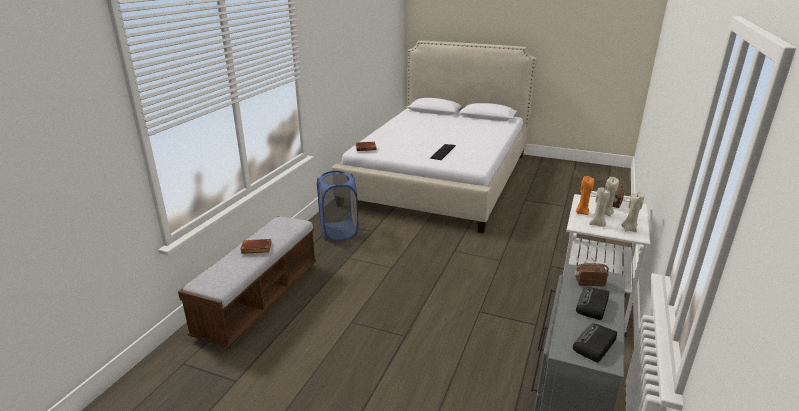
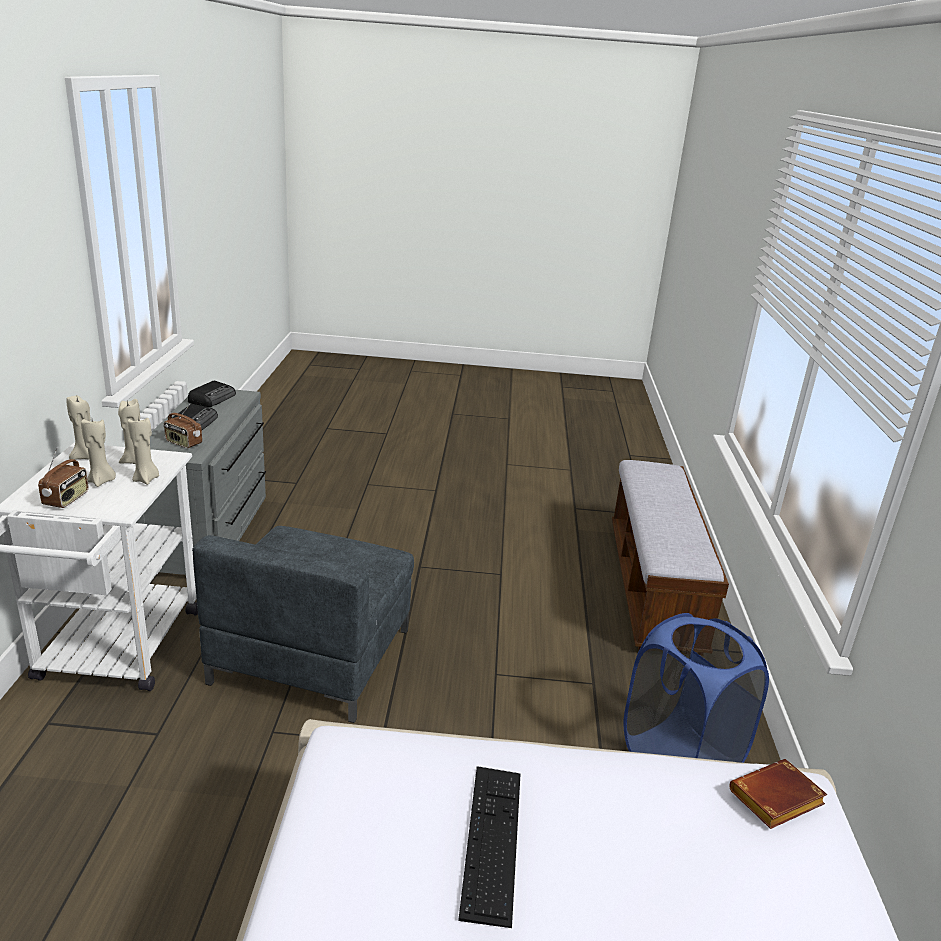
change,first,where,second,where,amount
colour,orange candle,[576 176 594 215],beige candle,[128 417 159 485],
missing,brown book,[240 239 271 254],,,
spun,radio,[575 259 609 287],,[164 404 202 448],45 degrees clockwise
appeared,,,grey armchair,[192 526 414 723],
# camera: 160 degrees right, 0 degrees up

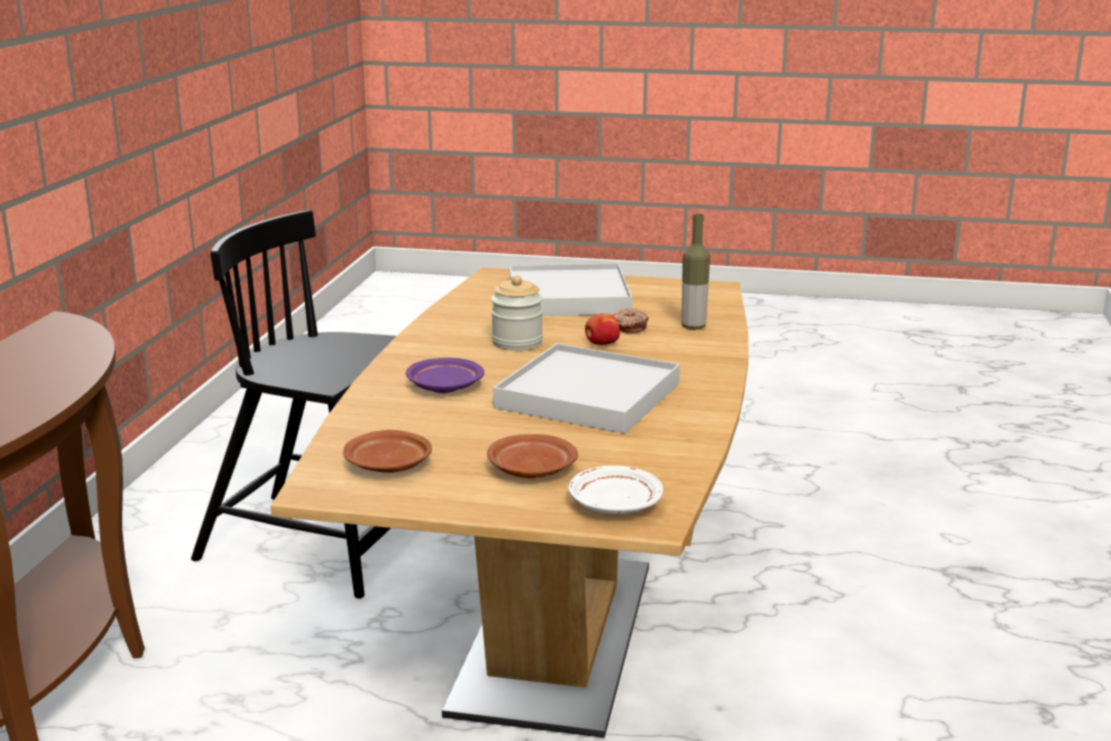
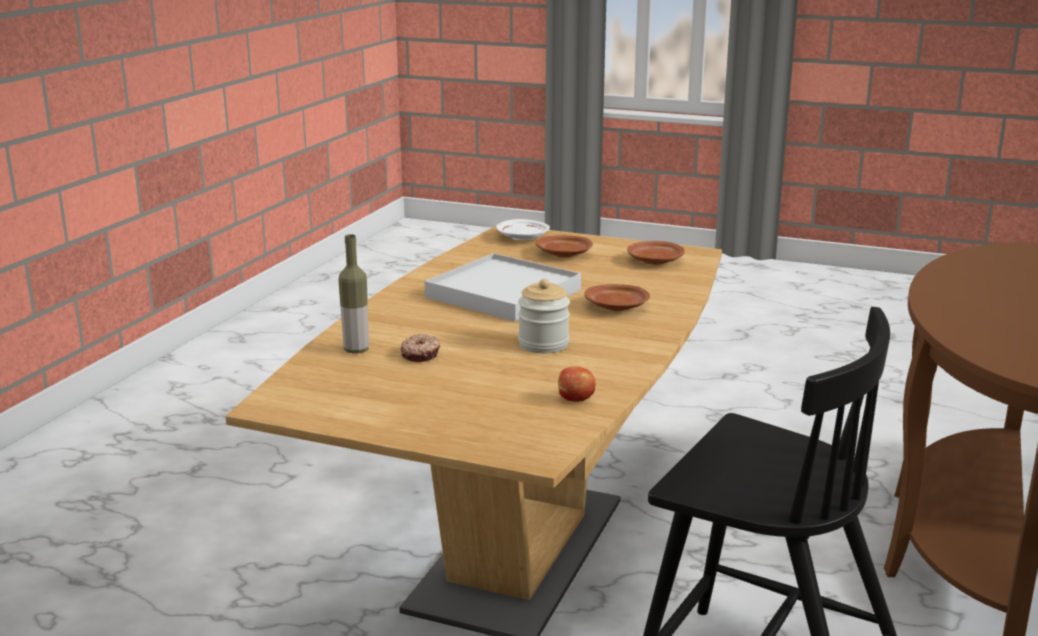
change,first,where,second,where,amount
missing,white tray,[510 263 632 316],,,
relocated,apple,[585 313 620 345],,[558 366 595 402],
colour,purple plate,[406 358 484 393],brown plate,[584 284 650 311],
# camera: 170 degrees left, 0 degrees up

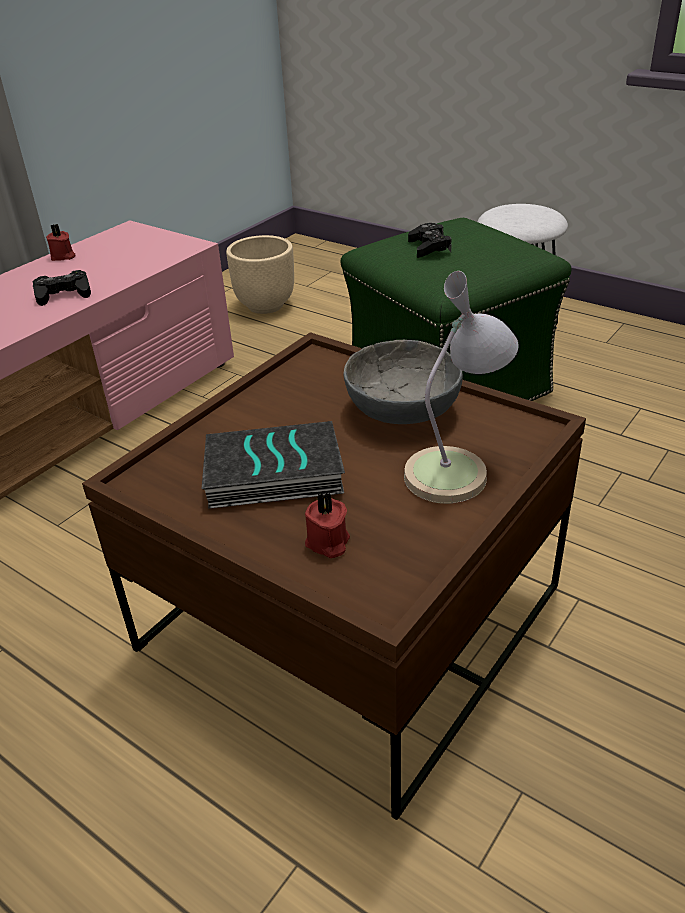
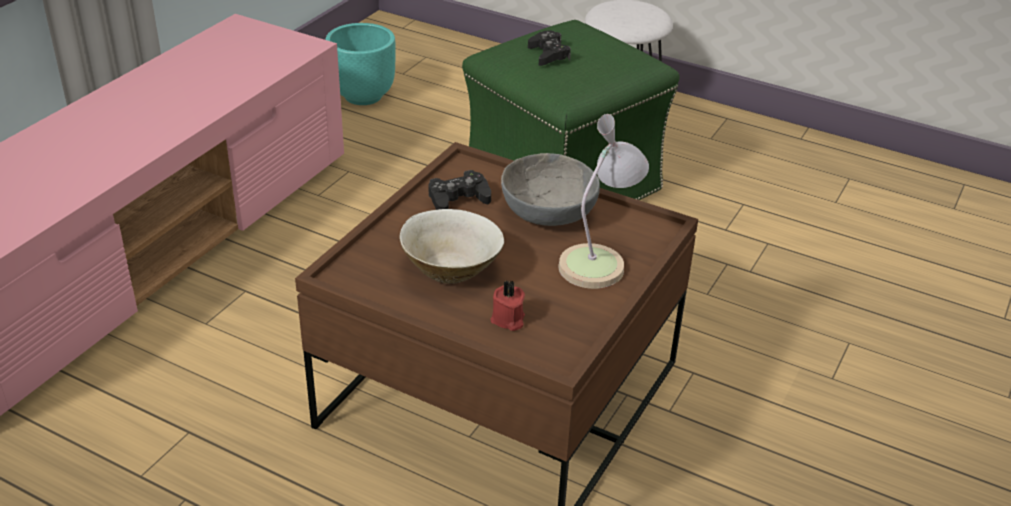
change,first,where,second,where,amount
missing,red candle,[46 224 75 261],,,
colour,beige planter,[226 235 294 314],turquoise planter,[326 23 396 105],
relocated,black game controller,[33 270 91 306],,[428 170 491 210],
exchanged,book,[202 421 345 509],beige bowl,[399 209 504 284],
# camera: 10 degrees left, 0 degrees up

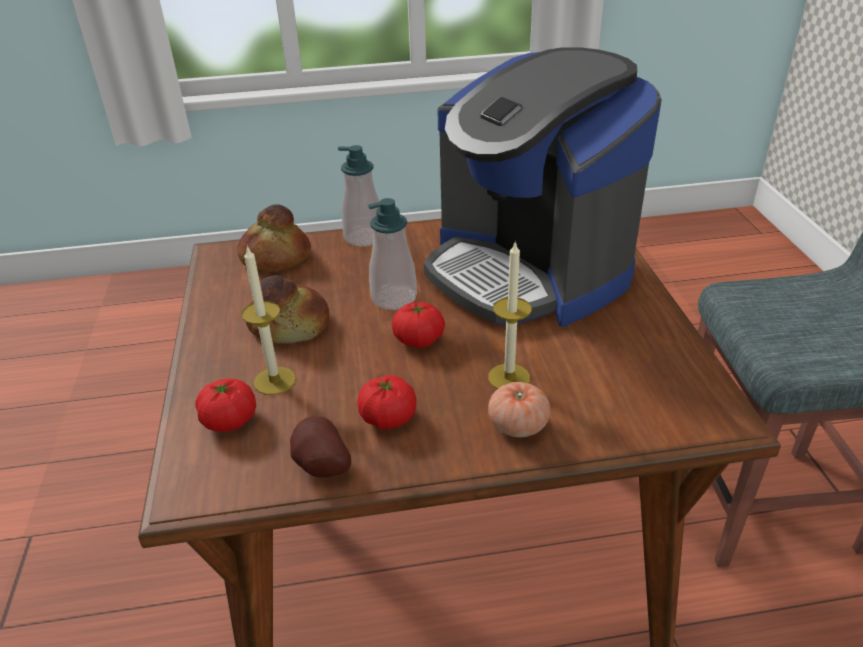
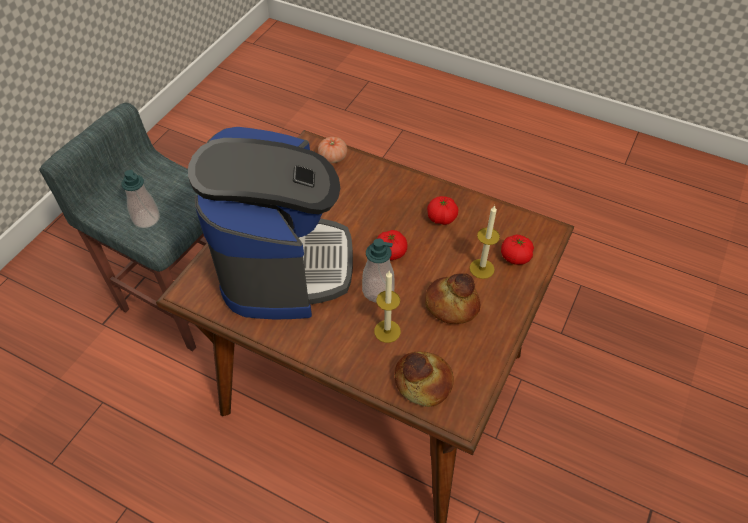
change,first,where,second,where,amount
relocated,soap dispenser,[338 145 380 247],,[122 170 160 228],
relocated,candle,[488 241 531 389],,[374 271 401 343],
relocated,tomato,[488 382 550 437],,[318 137 347 163],
missing,potato,[290 416 351 478],,,
# camera: 145 degrees left, 15 degrees up

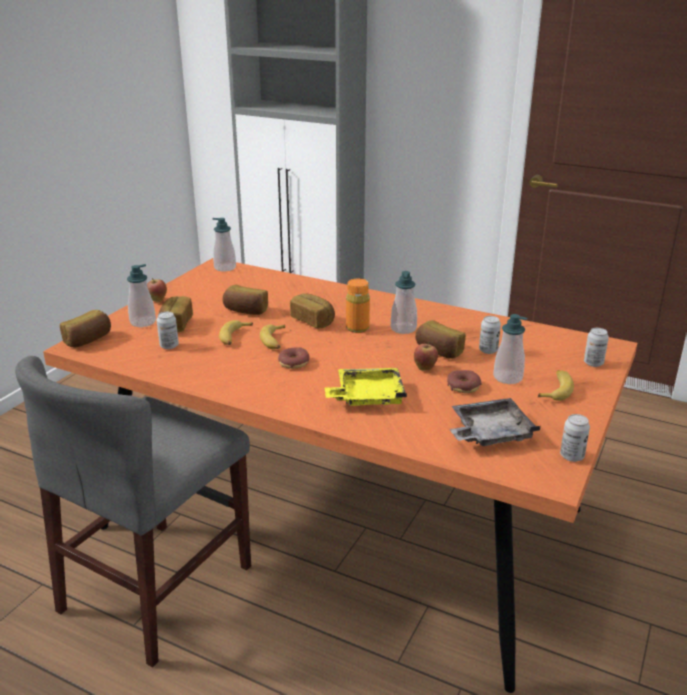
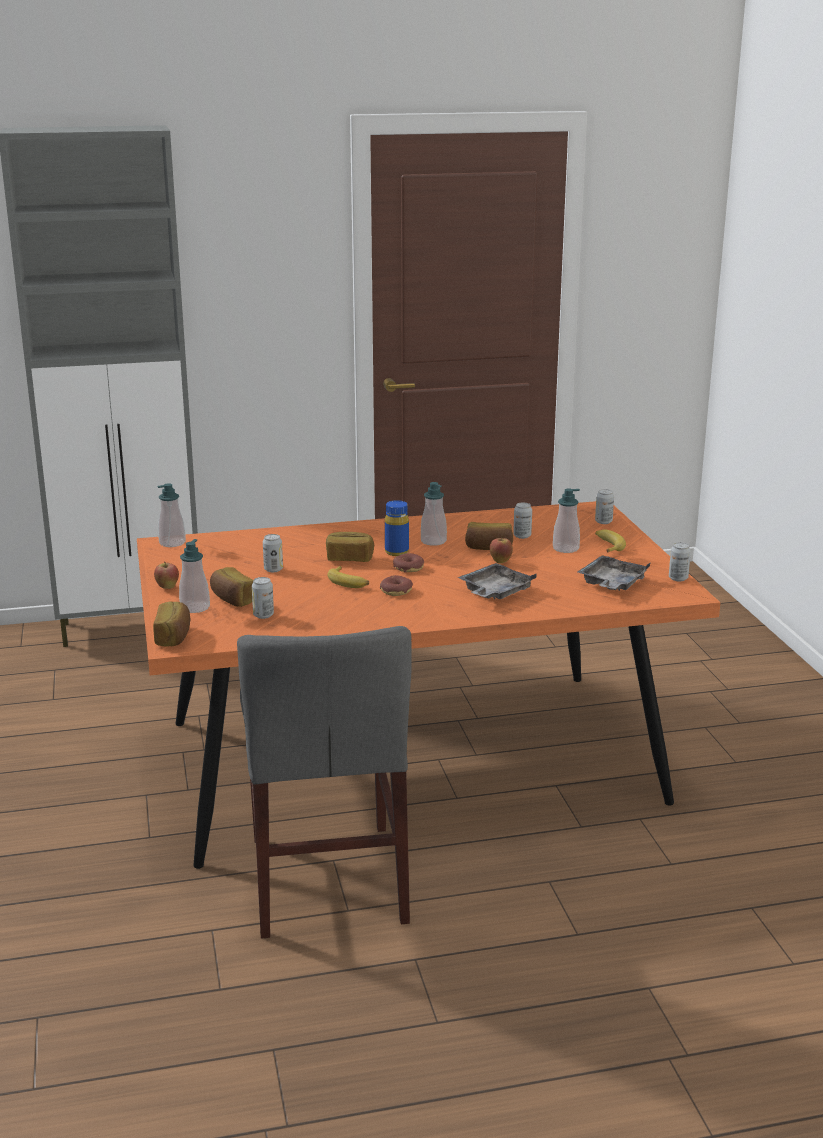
change,first,where,second,where,amount
colour,orange bottle,[346 278 370 333],blue bottle,[385 500 409 556],
exchanged,bread,[222 285 268 315],can,[263 534 283 572],
missing,banana,[219 320 253 345],,,
colour,yellow tray,[325 368 407 406],grey tray,[458 563 537 599],
relocated,donut,[447 370 482 393],,[393 553 424 573],
# camera: 40 degrees left, 5 degrees down

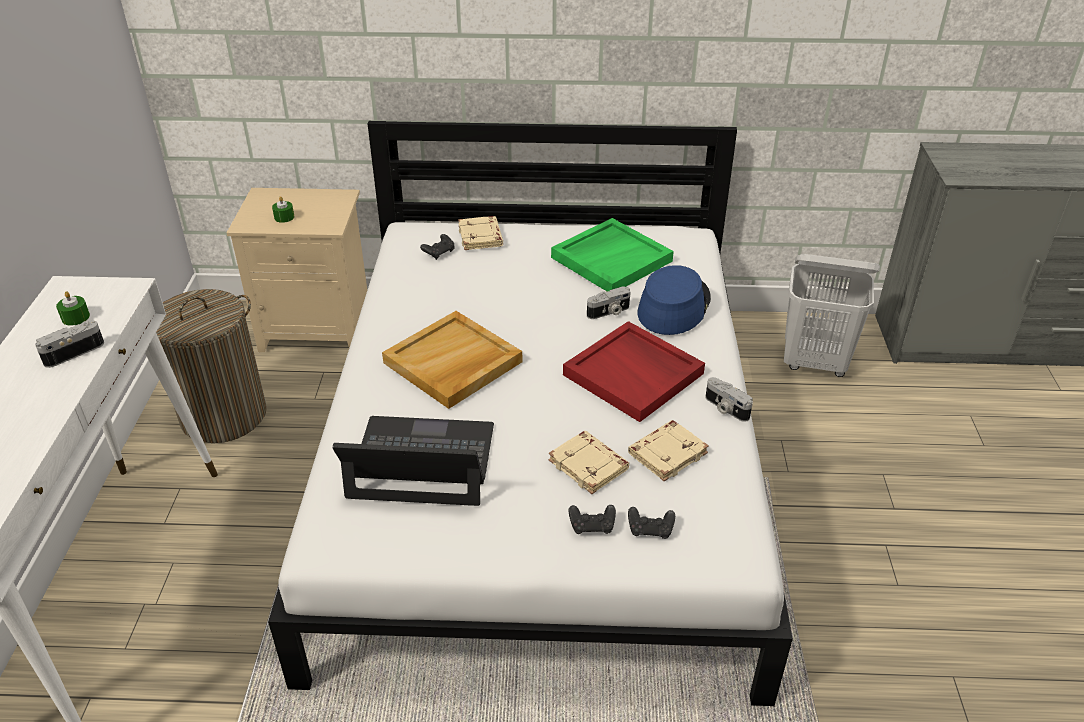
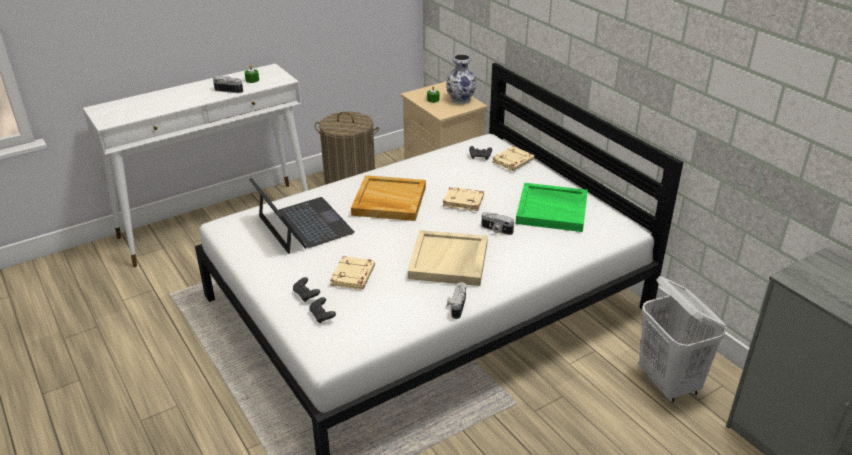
change,first,where,second,where,amount
missing,blue hat,[637 265 711 335],,,
colour,red tray,[563 321 705 422],beige tray,[407 230 488 286],
relocated,beige book,[628 420 709 481],,[443 187 484 211],
appeared,,,vase,[446 54 476 104],
# camera: 55 degrees right, 5 degrees down

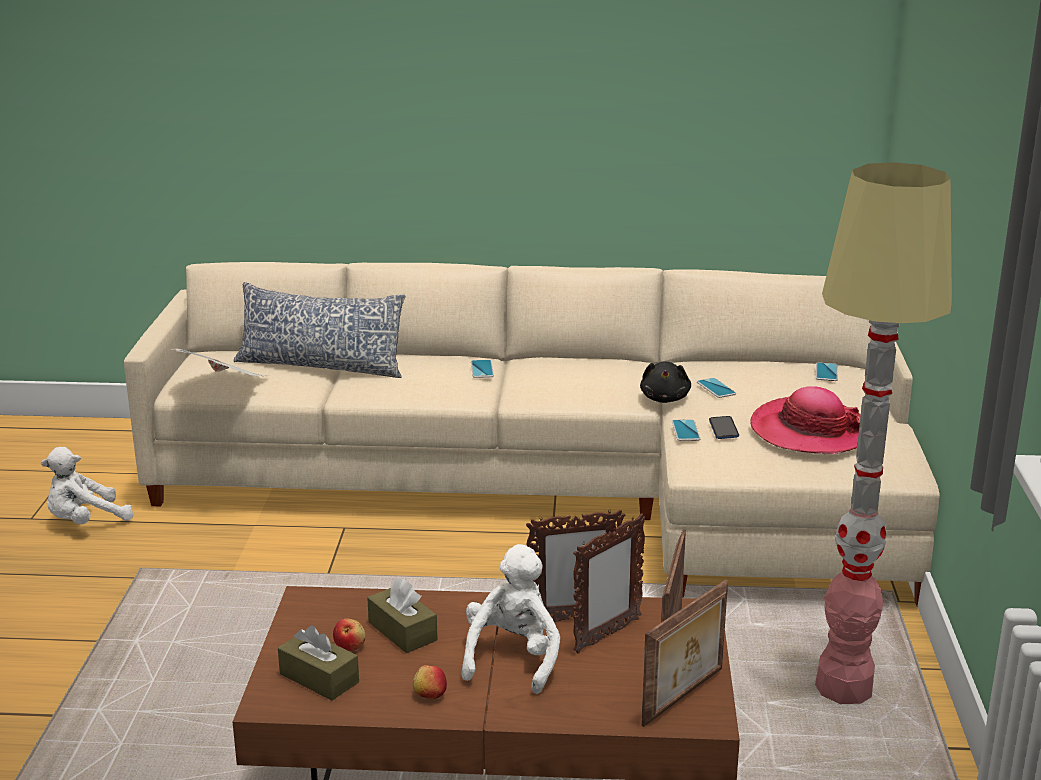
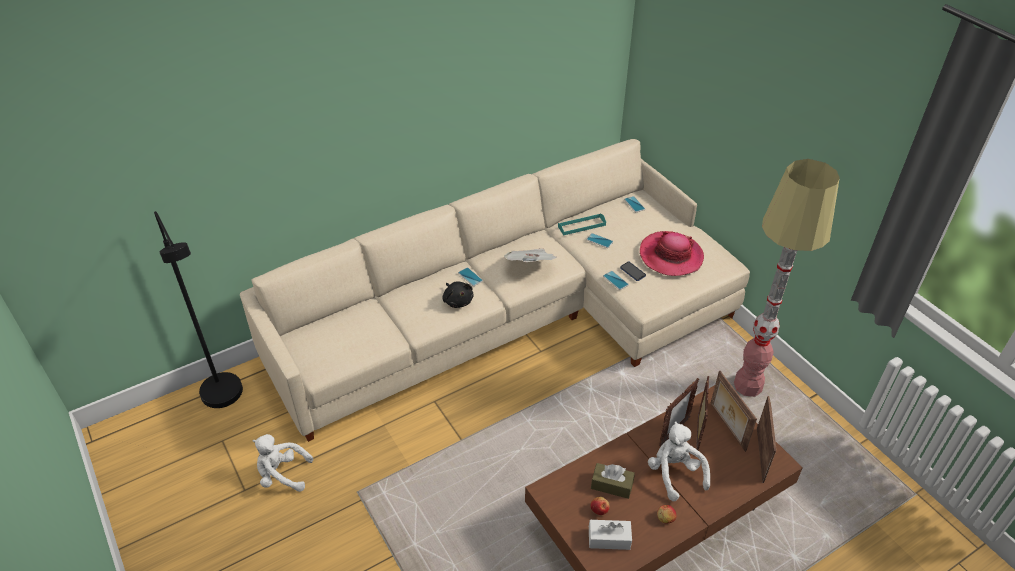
change,first,where,second,where,amount
missing,pillow,[234 282 405 378],,,
relocated,newspaper,[174 349 269 377],,[504 248 558 262],
relocated,black plush toy,[640 362 691 403],,[442 281 474 308],
spun,white plush toy,[41 447 133 524],,[253 434 313 492],75 degrees clockwise
colour,brown tissue box,[278 626 359 700],white tissue box,[589 520 632 550],
appeared,,,black floor lamp,[154 211 243 408],
appeared,,,turquoise tray,[558 213 606 236],
# camera: 35 degrees left, 20 degrees up

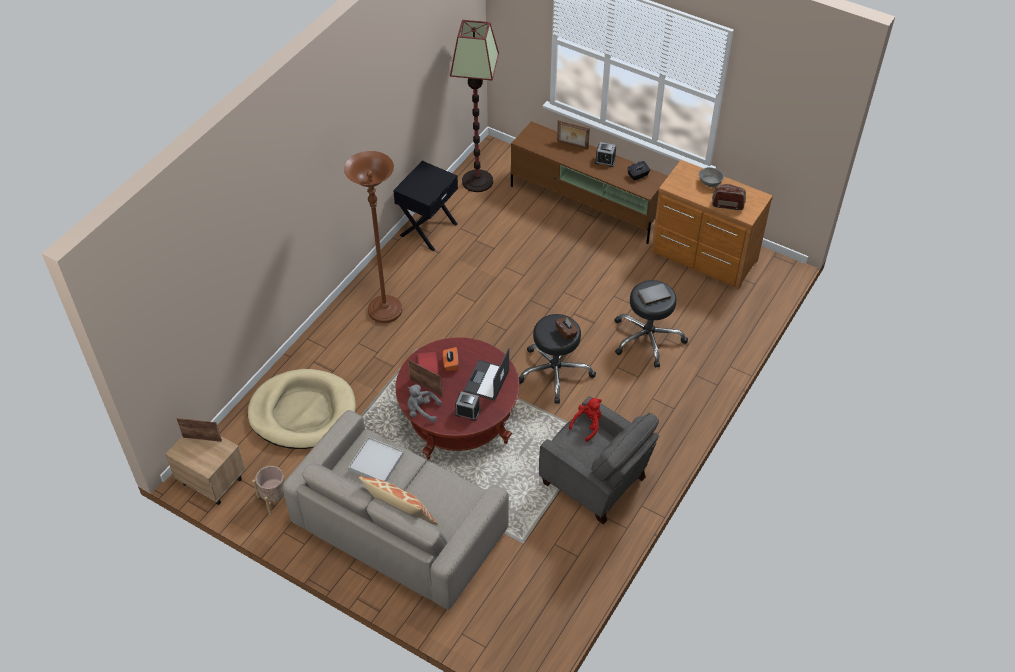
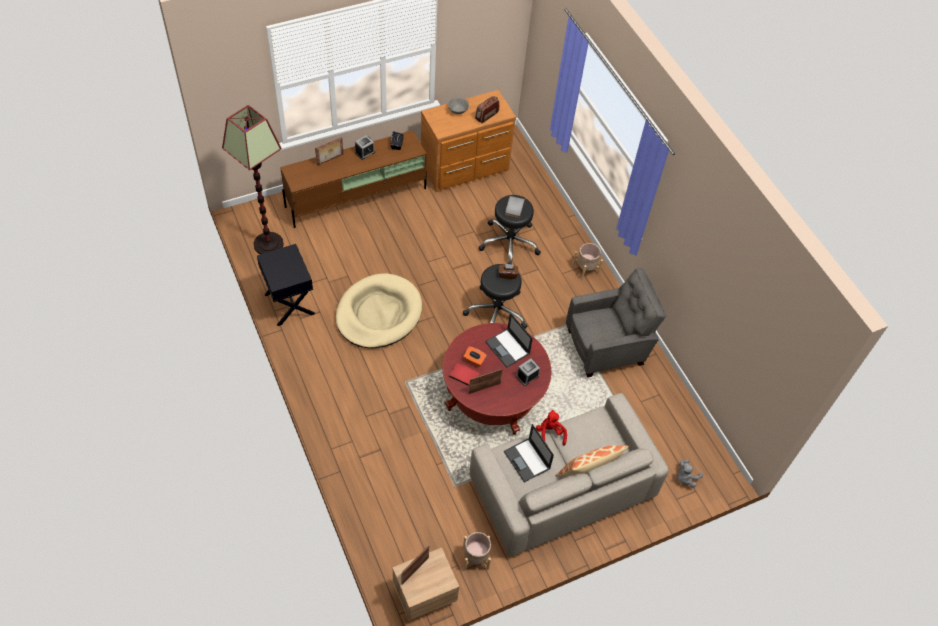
change,first,where,second,where,amount
missing,brown floor lamp,[344 151 402 323],,,
relocated,beige dog bed,[247 369 356 449],,[336 273 422 348],
relocated,grey plush toy,[407 384 442 423],,[677 460 703 487],
relocated,red plush toy,[569 398 602 442],,[536 409 567 446],
exchanged,white tray,[349 437 404 482],laptop,[504 424 554 483],
appeared,,,beige planter,[572 243 603 280],
# camera: 60 degrees left, 5 degrees up

